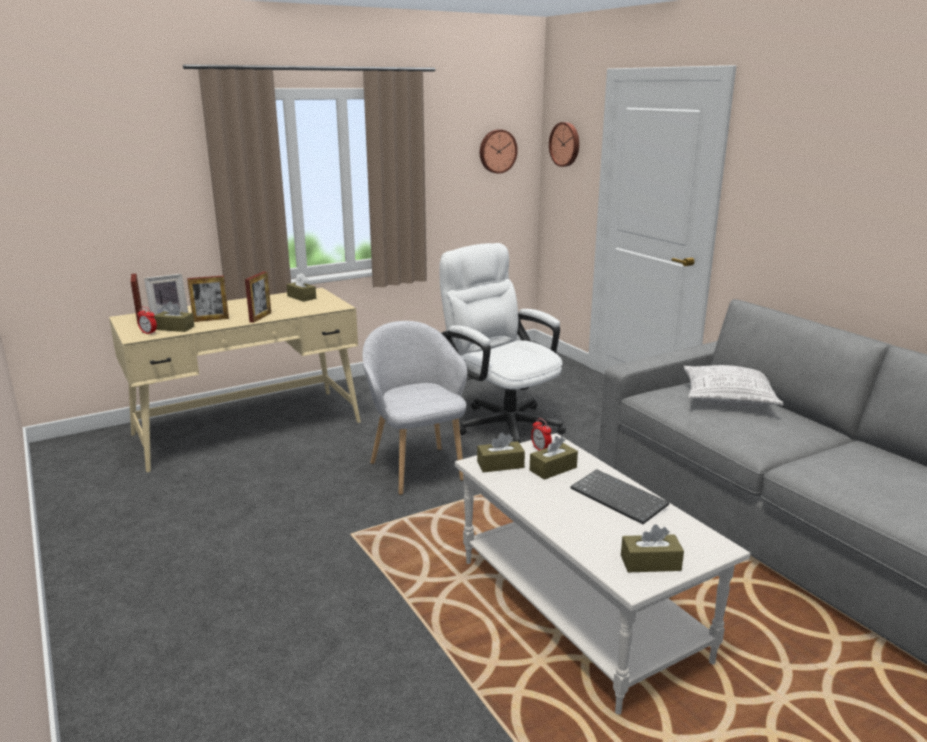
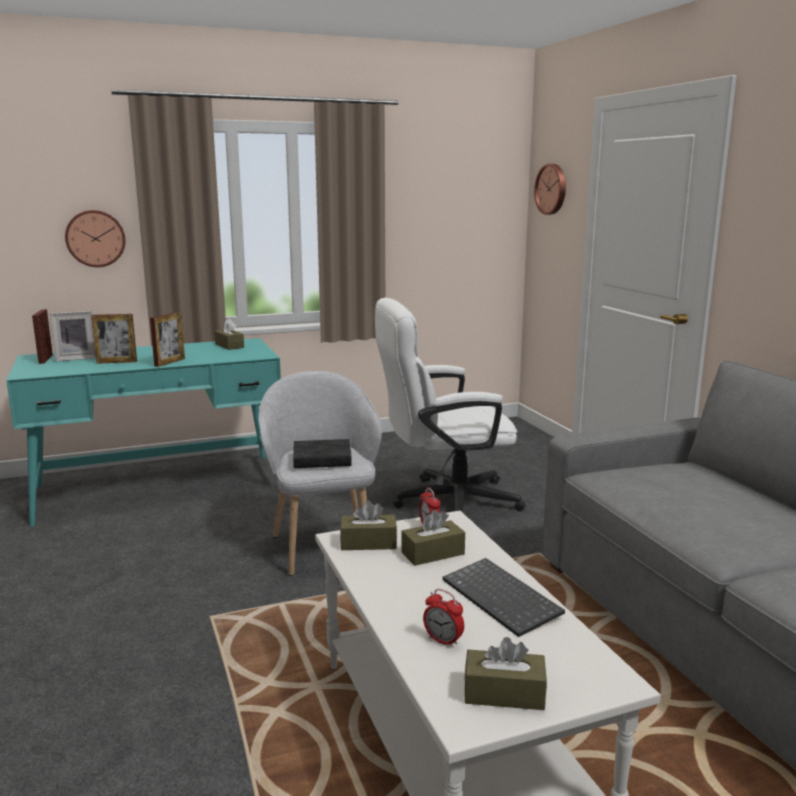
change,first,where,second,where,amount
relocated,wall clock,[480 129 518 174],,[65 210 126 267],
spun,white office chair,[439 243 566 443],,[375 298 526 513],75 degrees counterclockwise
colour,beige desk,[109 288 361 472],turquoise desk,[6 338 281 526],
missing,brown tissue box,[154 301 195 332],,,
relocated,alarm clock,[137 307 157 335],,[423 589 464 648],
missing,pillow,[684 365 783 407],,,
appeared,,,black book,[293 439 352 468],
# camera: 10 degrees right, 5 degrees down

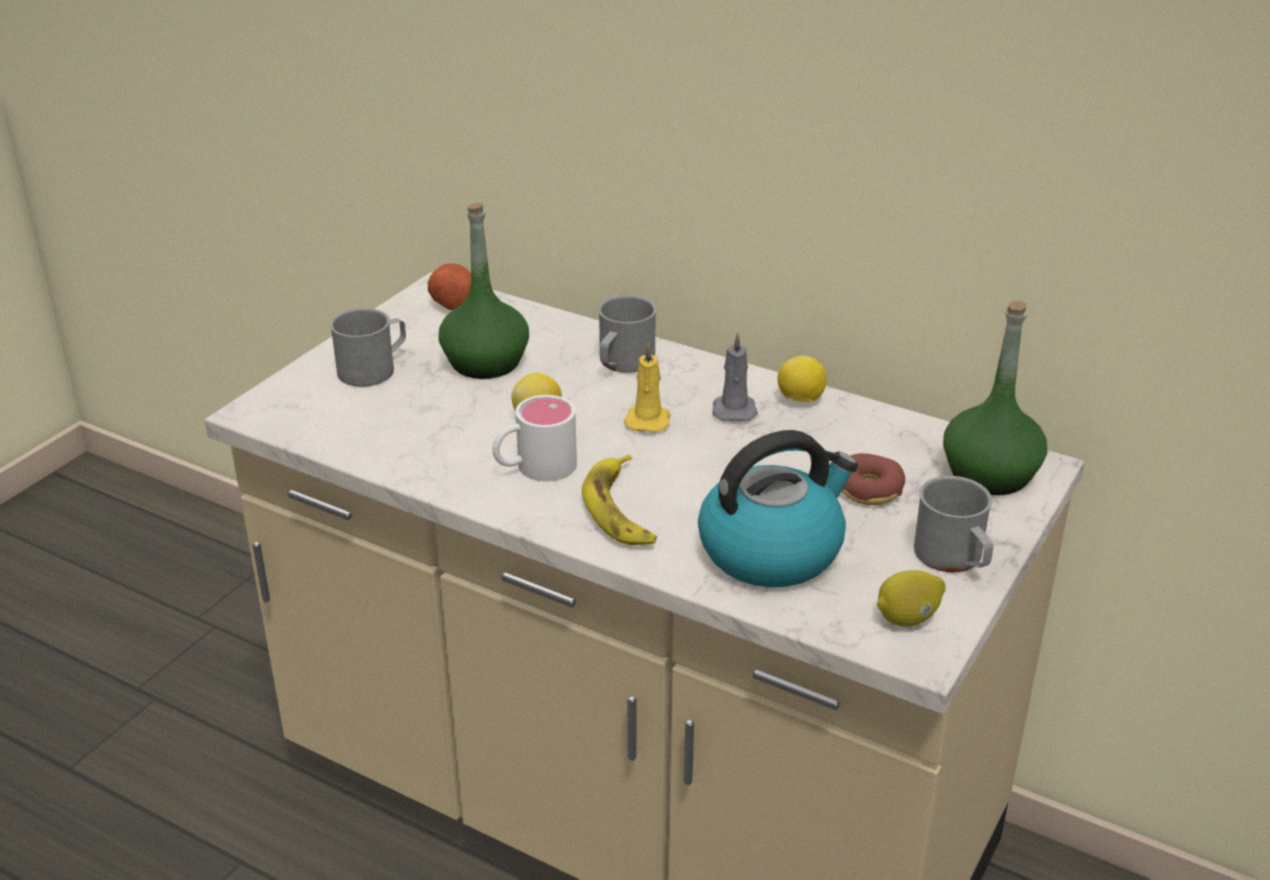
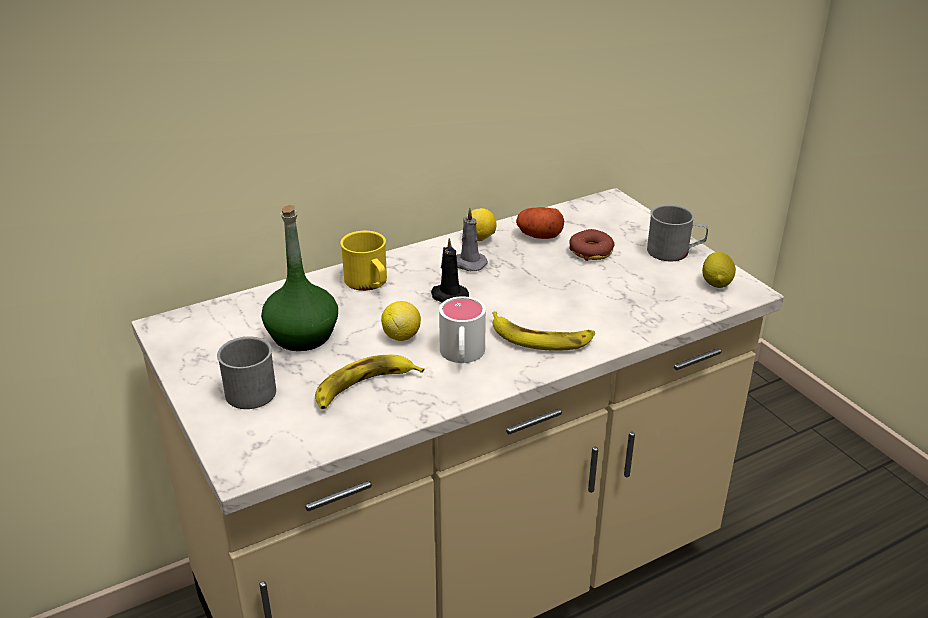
change,first,where,second,where,amount
relocated,potato,[428 263 471 310],,[516 207 564 239],
colour,grey mug,[598 295 657 373],yellow mug,[340 231 387 291],
missing,green bottle,[943 300 1047 495],,,
colour,yellow candle,[624 342 670 433],black candle,[431 238 469 303],
missing,kettle,[698 430 858 587],,,
appeared,,,banana,[315 355 424 409],
# camera: 60 degrees left, 0 degrees up

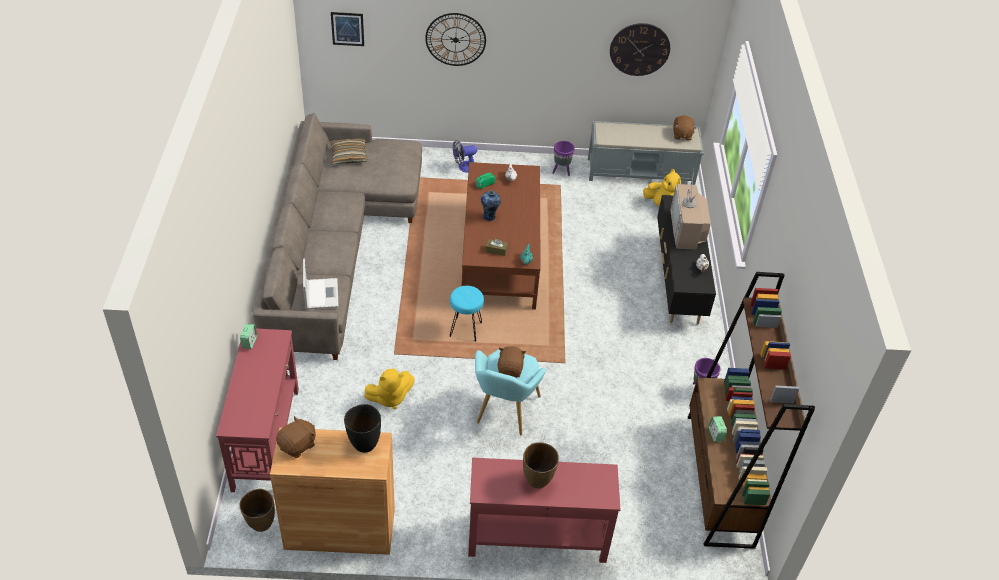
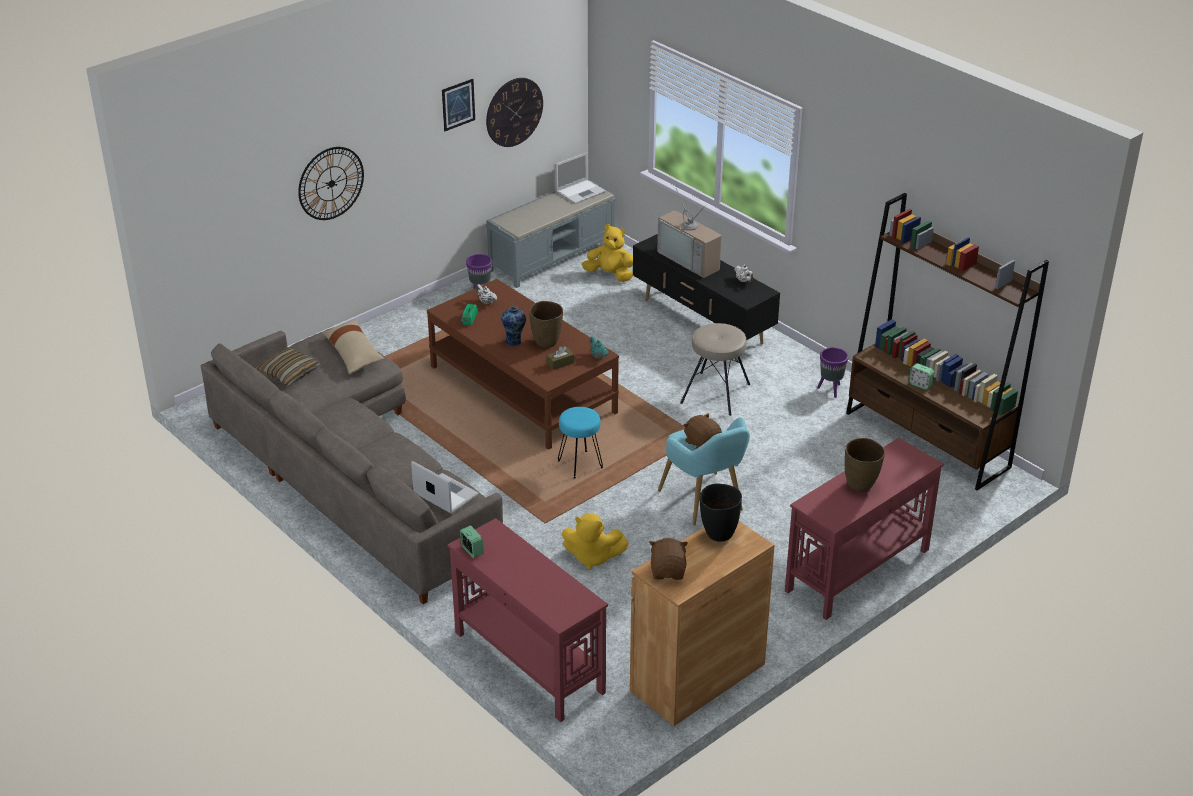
change,first,where,second,where,amount
relocated,picture,[331 12 364 46],,[442 79 475 131],
exchanged,brown plush toy,[673 115 696 140],laptop,[555 152 606 204],
missing,fan,[453 140 477 173],,,
spun,yellow plush toy,[364 369 415 409],,[561 514 629 570],75 degrees clockwise
relocated,brown vase,[239 489 275 532],,[529 301 563 348],
appeared,,,beige pillow,[322 319 384 374],
appeared,,,beige stool,[680 323 750 416],
# camera: 40 degrees left, 10 degrees down

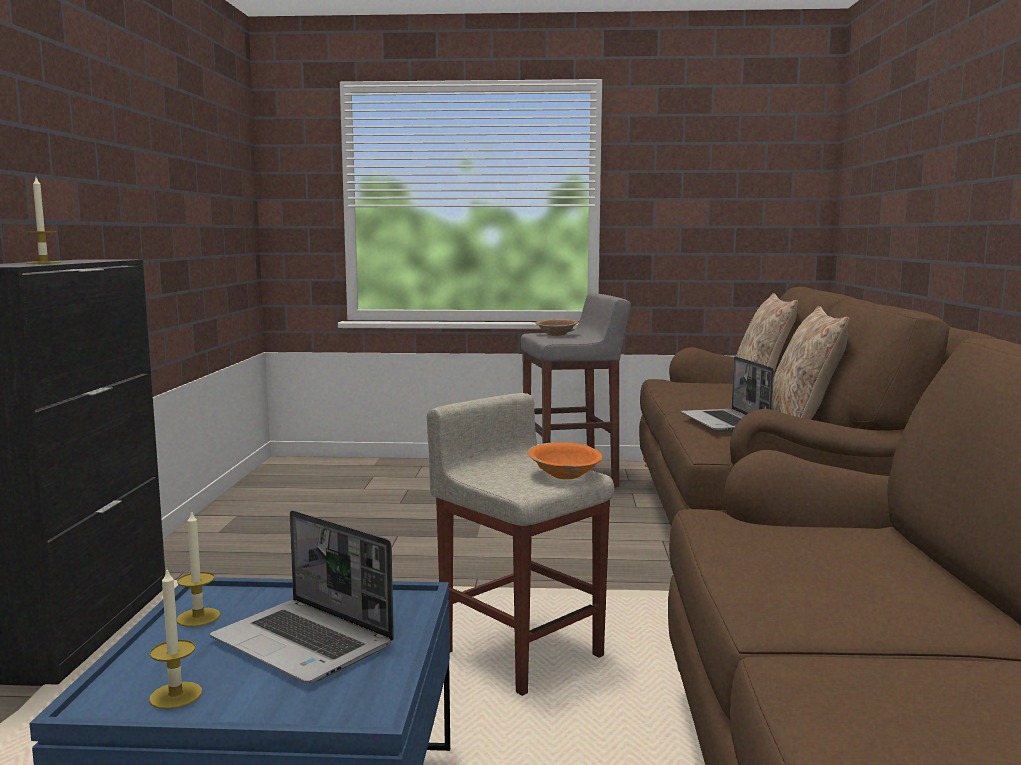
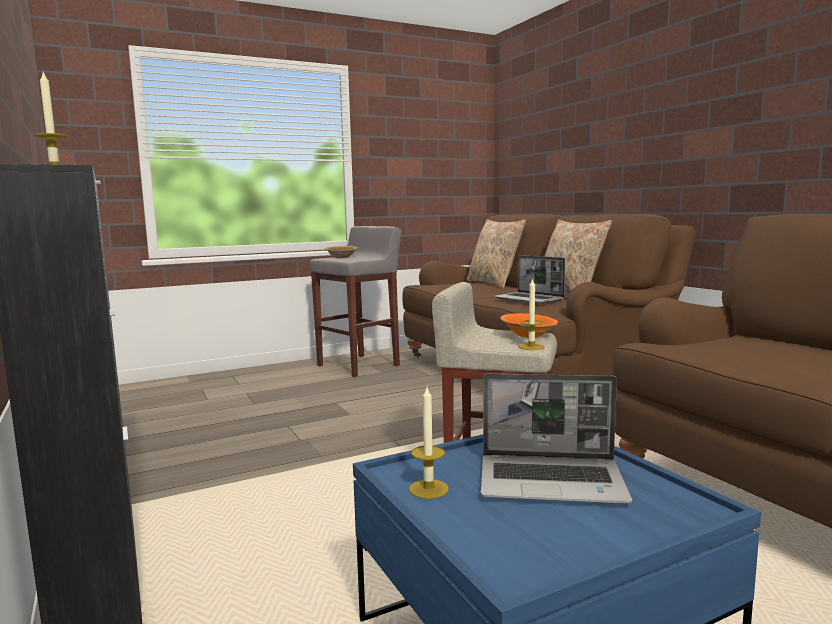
change,first,where,second,where,amount
relocated,candle,[149 570 202 709],,[519 278 545 350],
# camera: 30 degrees left, 0 degrees up

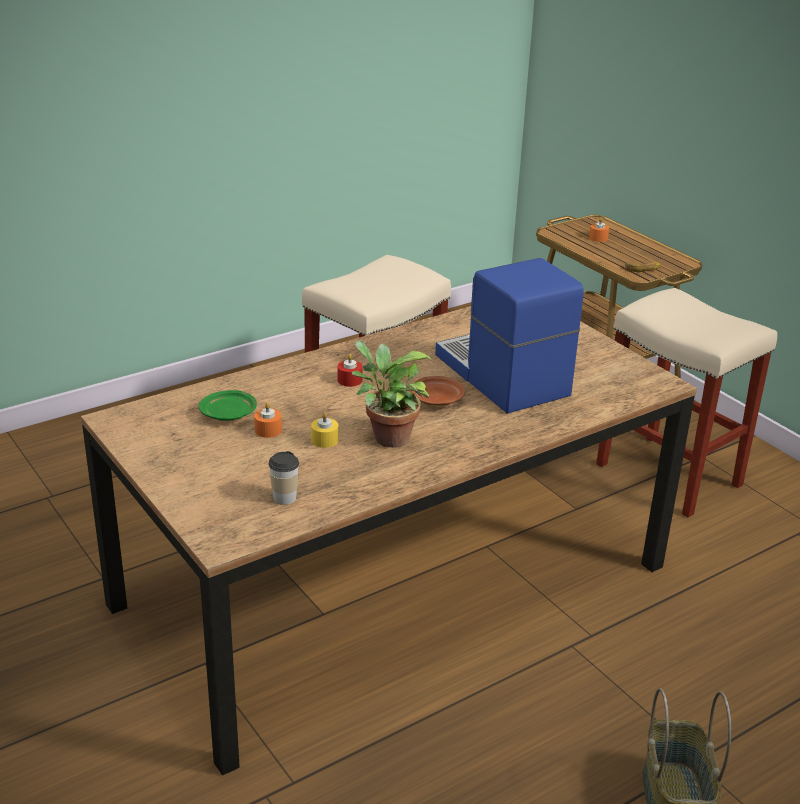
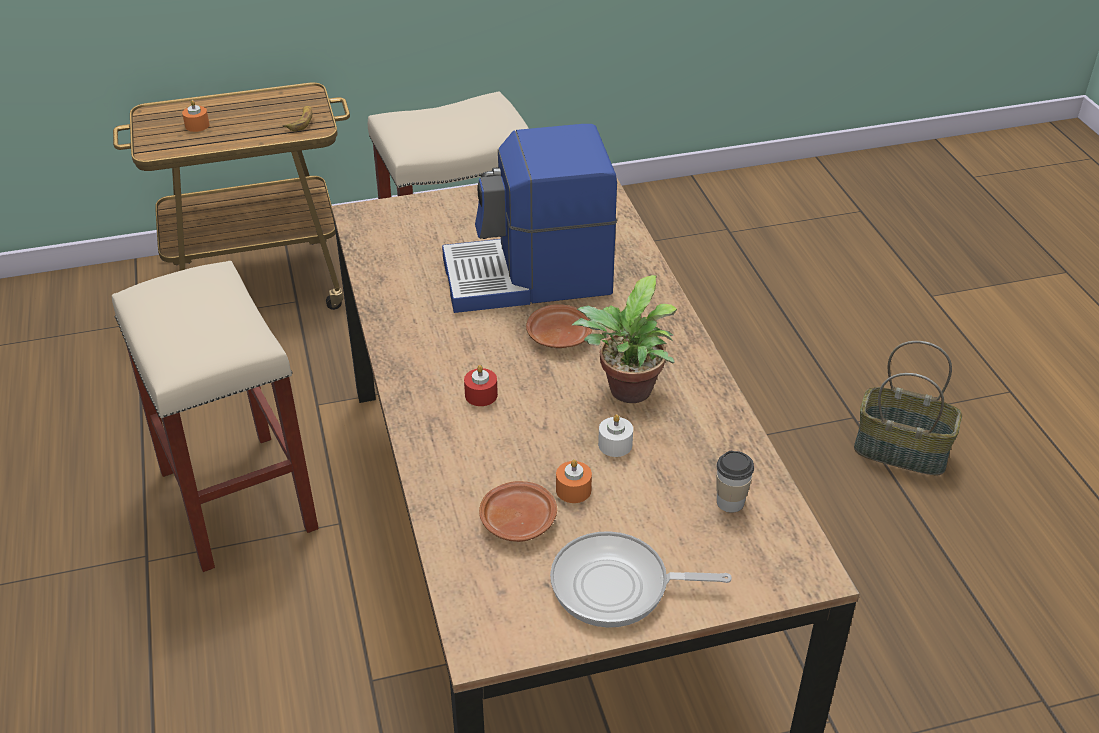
change,first,where,second,where,amount
colour,green plate,[199 390 257 421],brown plate,[479 481 557 542],
colour,yellow candle,[311 412 339 448],white candle,[598 414 633 457],
appeared,,,frying pan,[550 531 732 628],
# camera: 70 degrees left, 10 degrees up

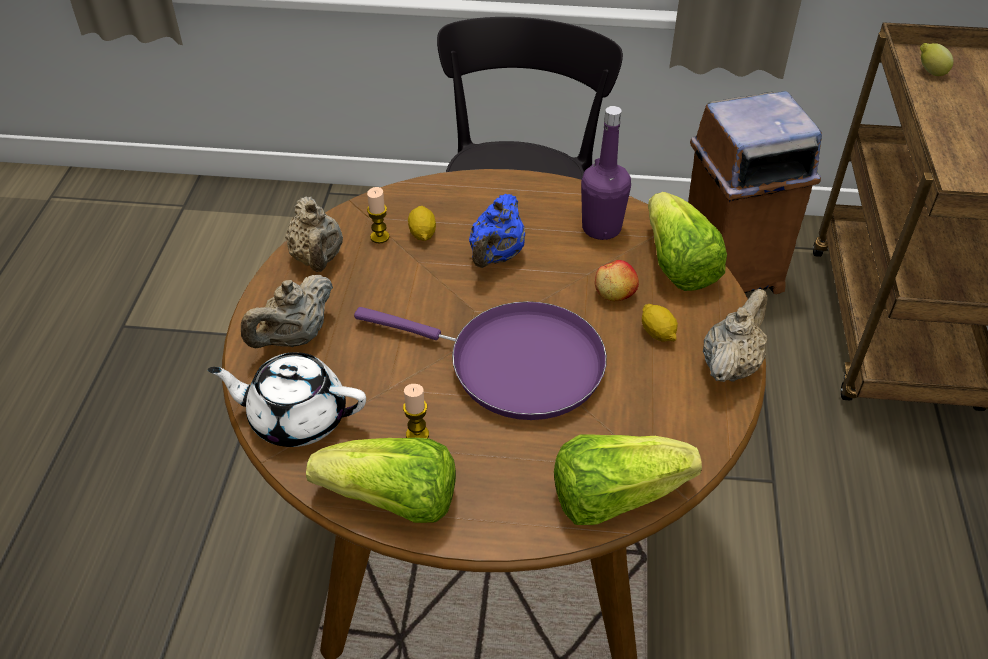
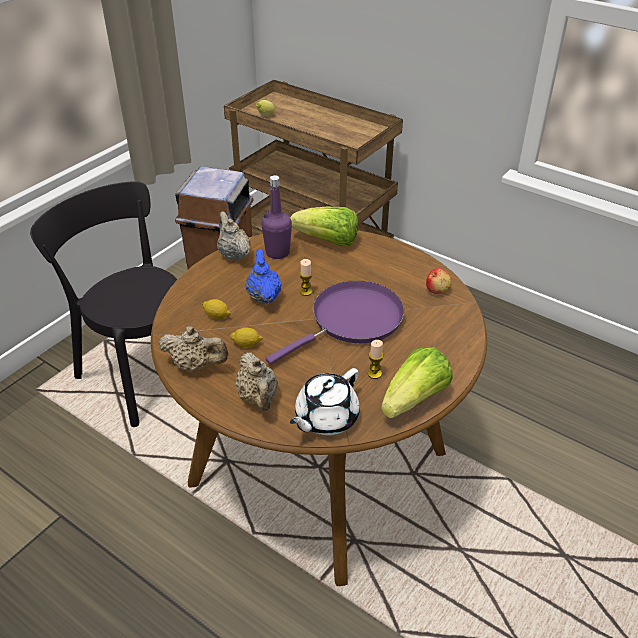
change,first,where,second,where,amount
relocated,candle,[367 187 390 243],,[299 259 312 296],
spun,blue teapot,[469 194 525 268],,[245 249 282 304],150 degrees counterclockwise
relocated,apple,[595 260 639 301],,[426 268 452 294],
relocated,beige teapot,[703 289 767 382],,[217 211 251 261],
relocated,lemon,[642 304 678 342],,[230 327 263 347],
missing,lettuce,[554 435 702 525],,,
# camera: 60 degrees left, 5 degrees down

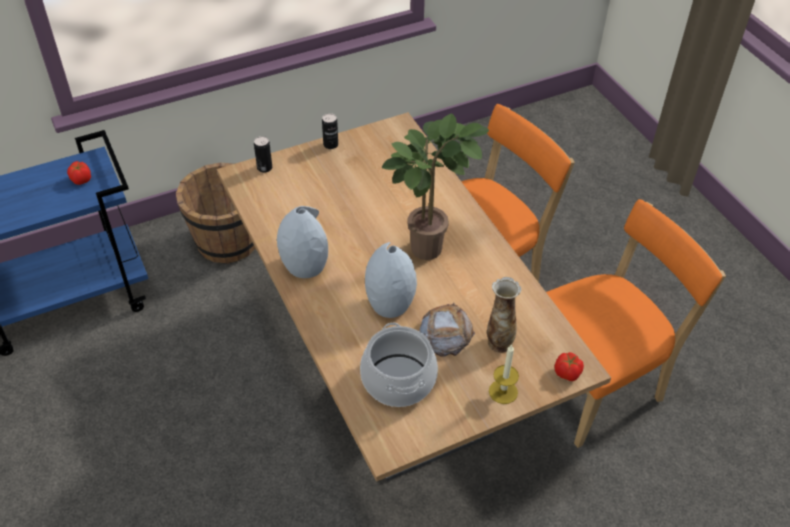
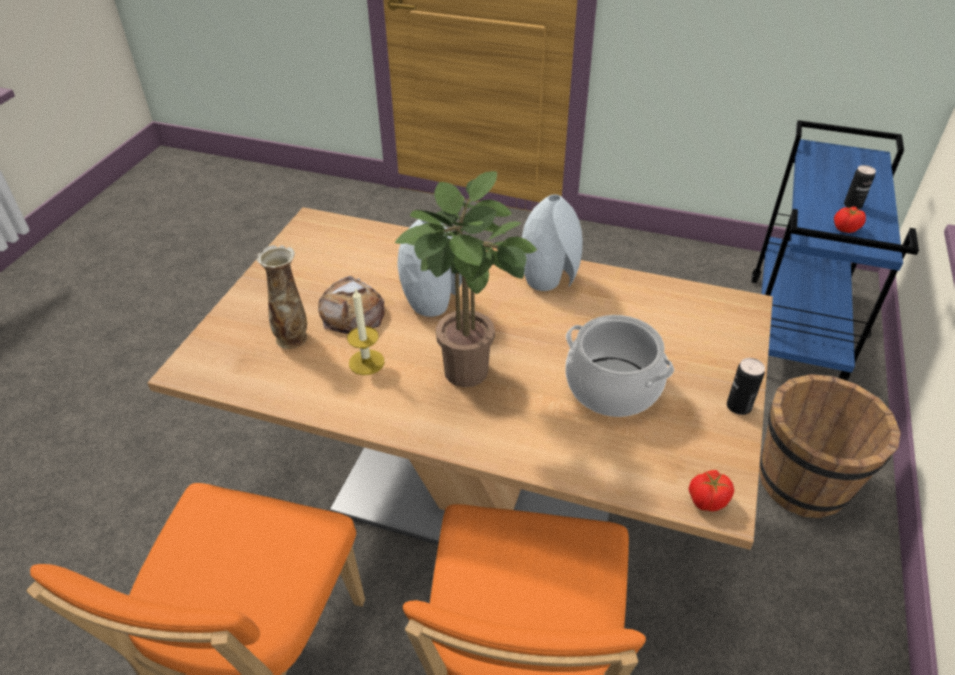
change,first,where,second,where,amount
relocated,can,[254 136 272 173],,[844 165 876 210],
relocated,cooking pot,[360 323 438 407],,[565 315 674 417],
relocated,candle,[489 344 519 404],,[347 288 384 375],
relocated,tomato,[555 352 584 381],,[688 470 734 512],
# camera: 135 degrees right, 5 degrees down

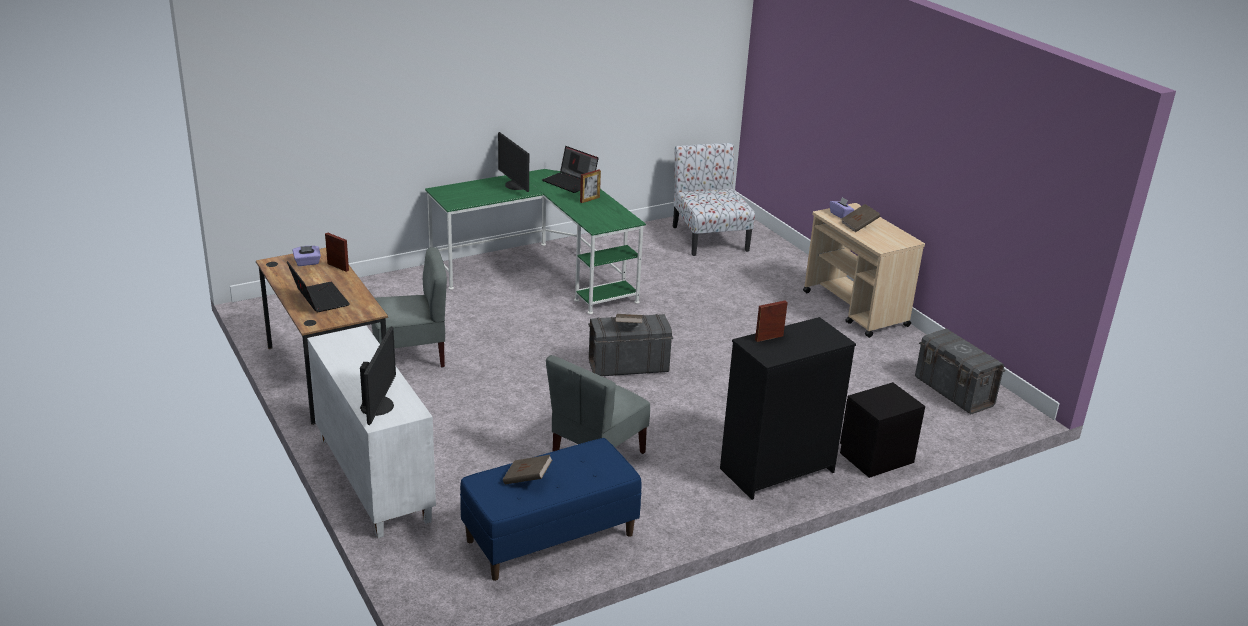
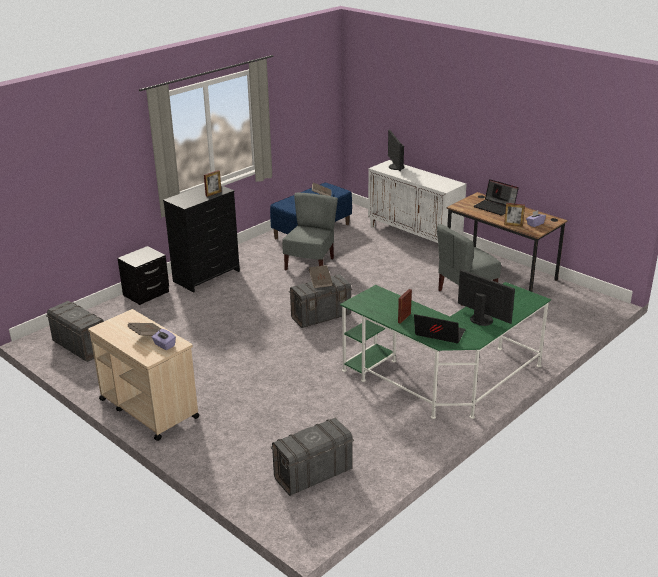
change,first,where,second,where,amount
exchanged,chair,[672 143 755 256],grey storage box,[270 417 354 496],
# camera: 165 degrees right, 0 degrees up

